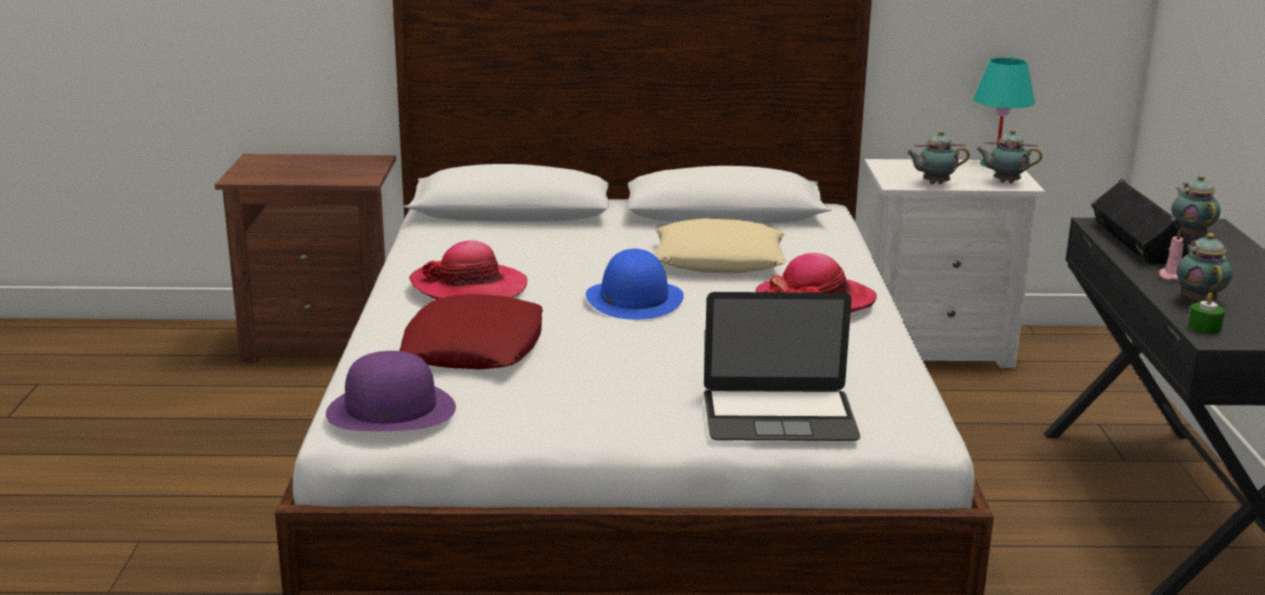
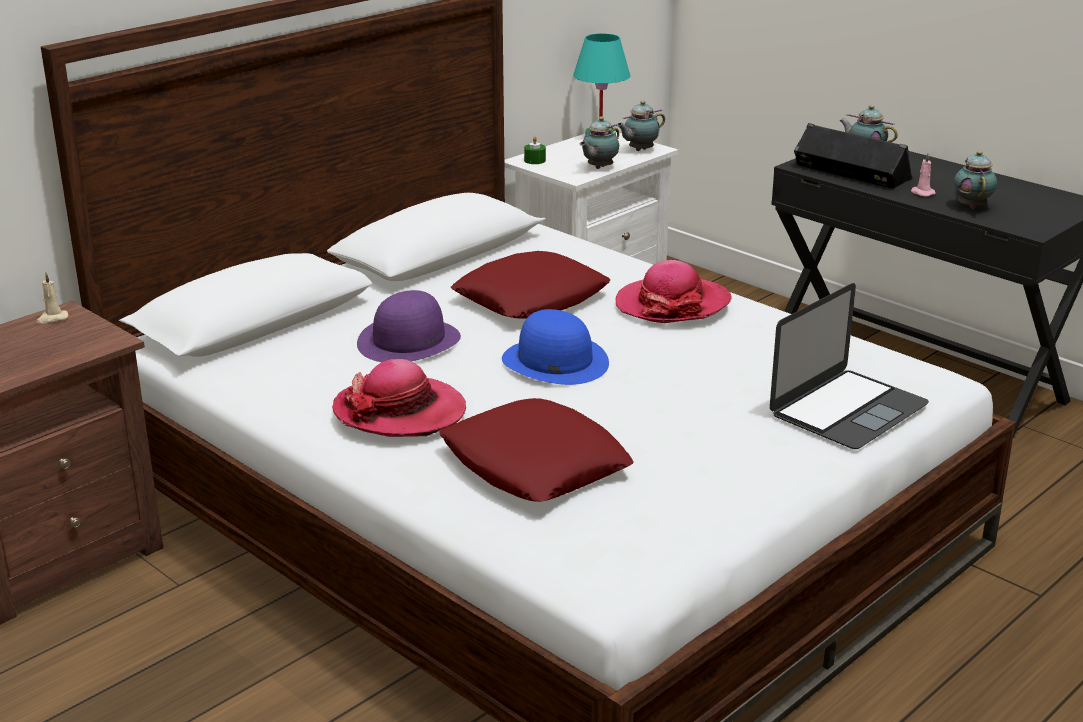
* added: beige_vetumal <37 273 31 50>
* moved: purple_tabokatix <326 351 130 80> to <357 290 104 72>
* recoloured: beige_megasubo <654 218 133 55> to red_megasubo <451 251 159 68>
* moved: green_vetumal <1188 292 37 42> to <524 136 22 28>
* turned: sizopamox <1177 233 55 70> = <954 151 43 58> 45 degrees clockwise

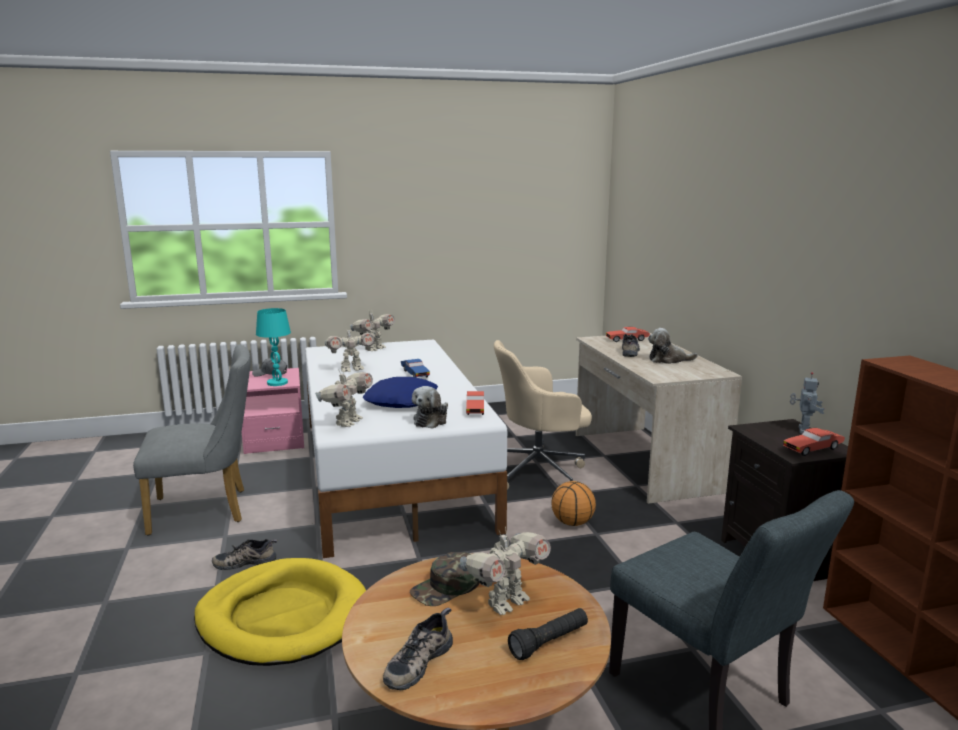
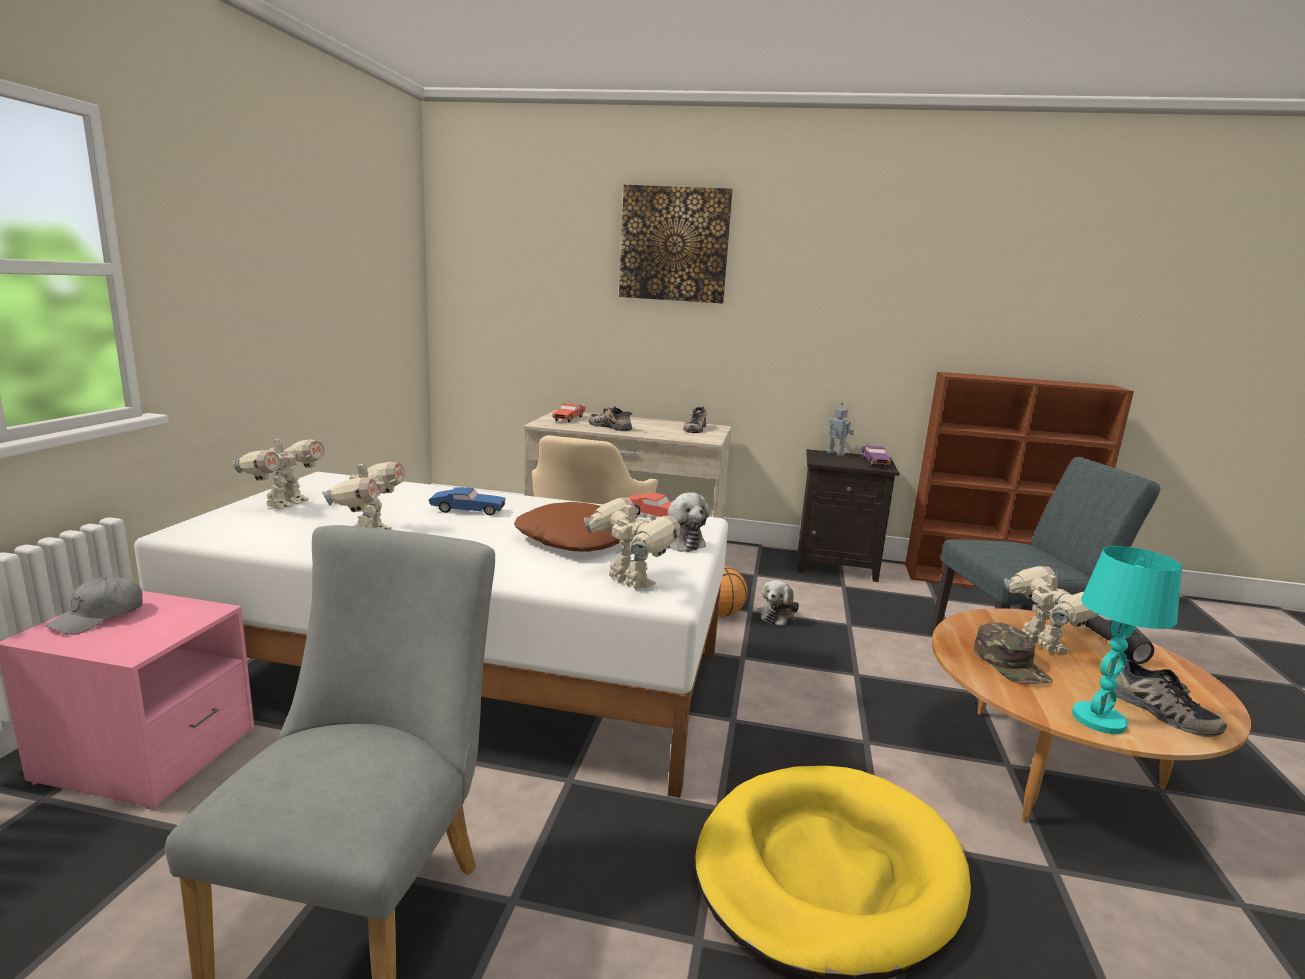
* turned: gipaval <350 312 45 39> = <233 431 92 78> 45 degrees clockwise
* recoloured: blue_megasubo <363 377 75 31> to brown_megasubo <514 502 106 50>
* added: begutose <619 185 114 118>
* moved: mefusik <212 539 65 31> to <683 406 24 27>
* moved: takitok <648 328 50 36> to <758 580 41 46>
* recoloured: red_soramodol <783 428 62 28> to purple_soramodol <861 445 30 22>
* moved: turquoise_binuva <256 308 35 78> to <1072 546 110 188>

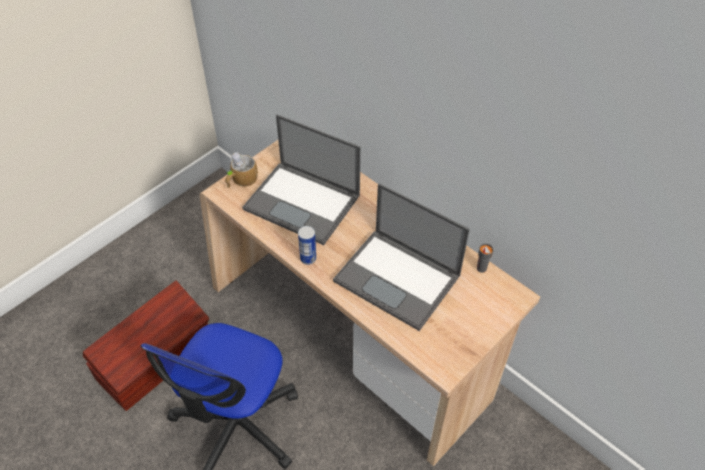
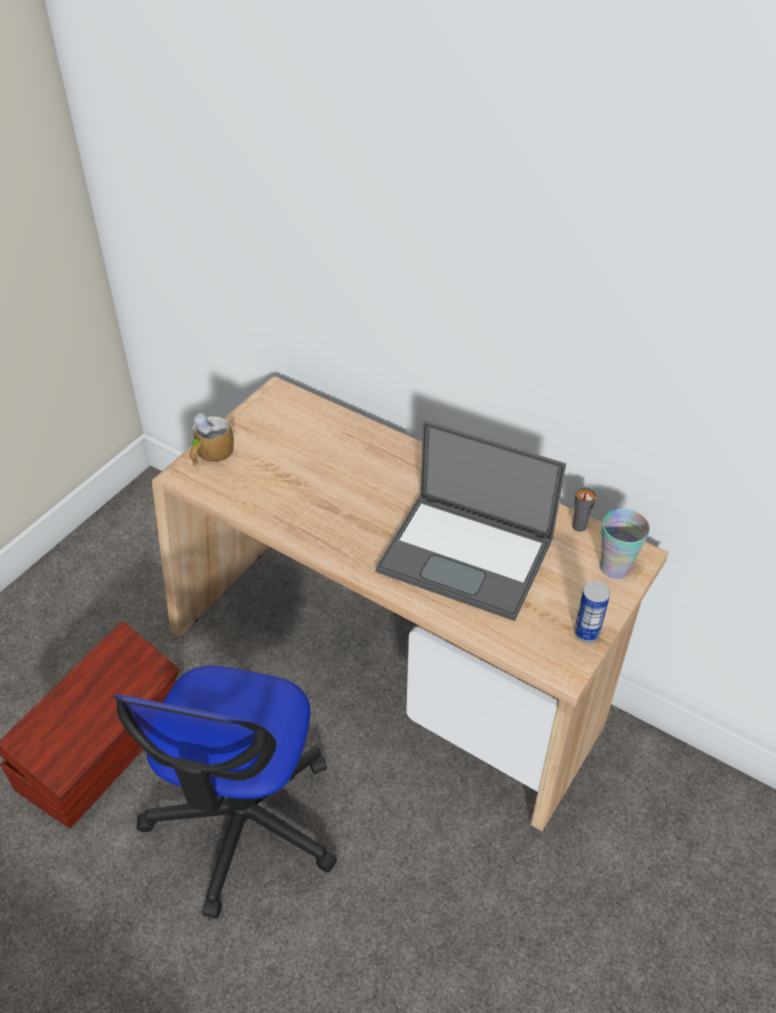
* moved: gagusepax <298 226 18 39> to <574 581 36 62>
* added: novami <600 509 50 70>
* removed: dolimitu <242 114 119 131>

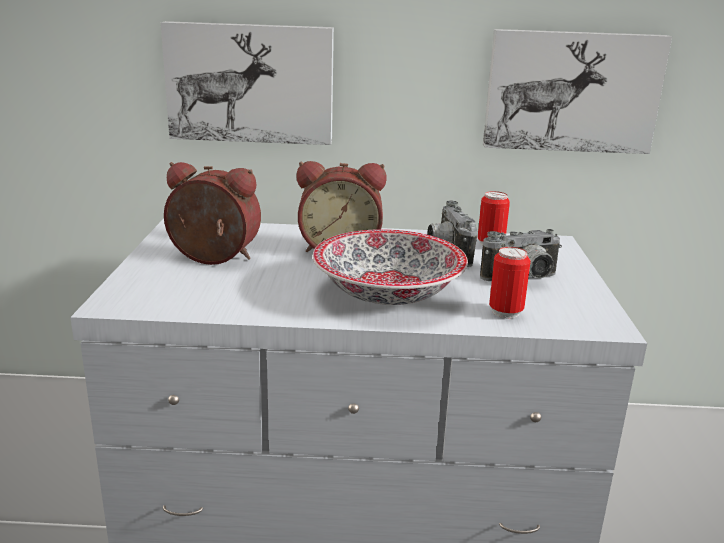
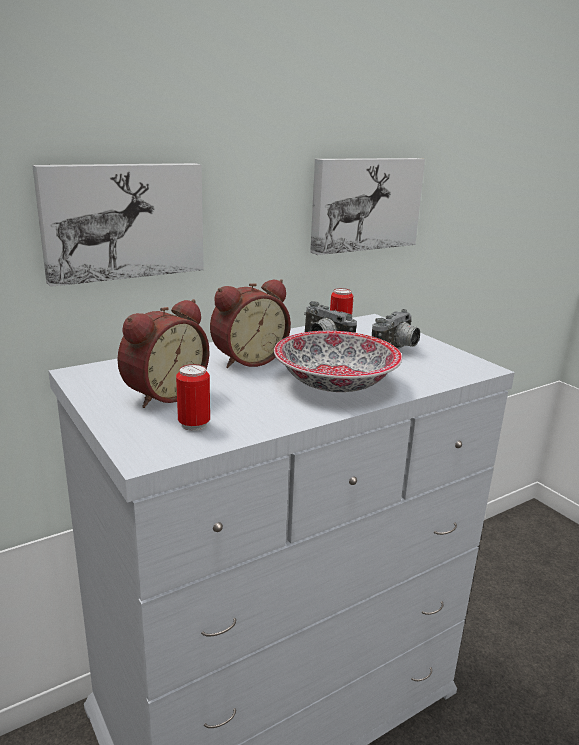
* turned: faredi <164 162 97 103> = <118 299 91 109> 150 degrees clockwise
* moved: gagusepax <489 247 42 72> to <176 364 34 67>

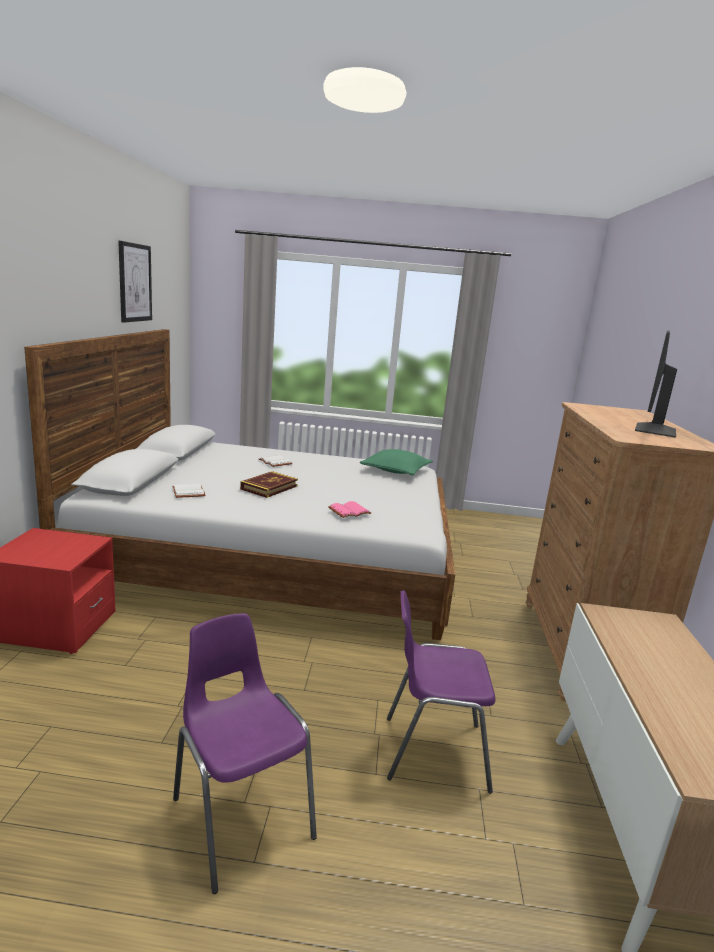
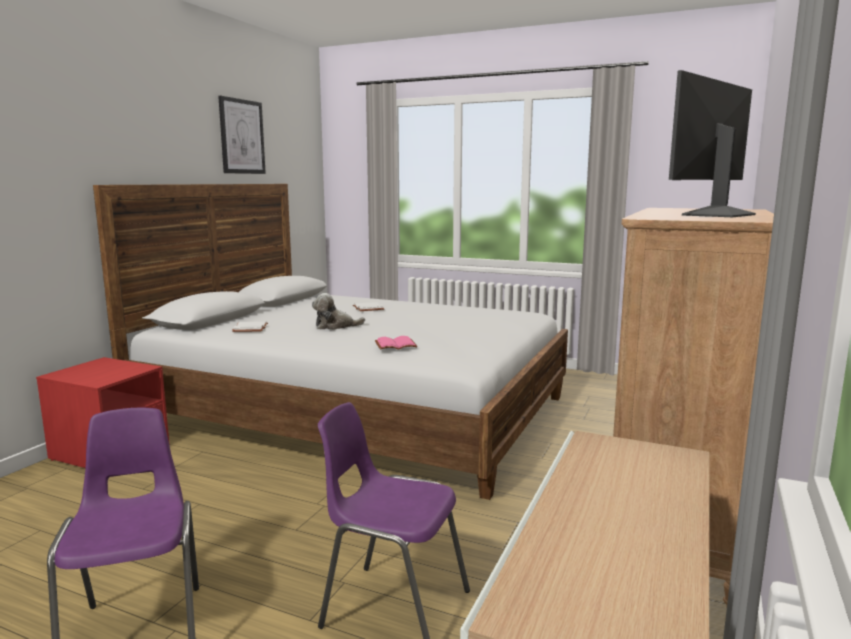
* replaced: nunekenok <240 471 58 27> to takitok <312 293 53 37>
* removed: green_megasubo <360 449 73 26>

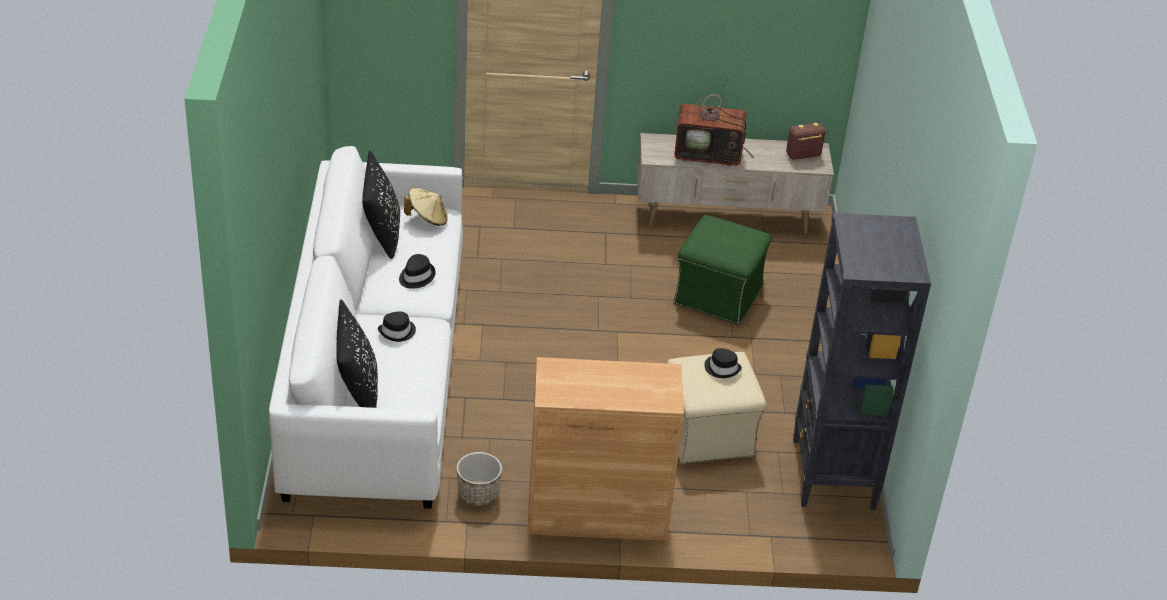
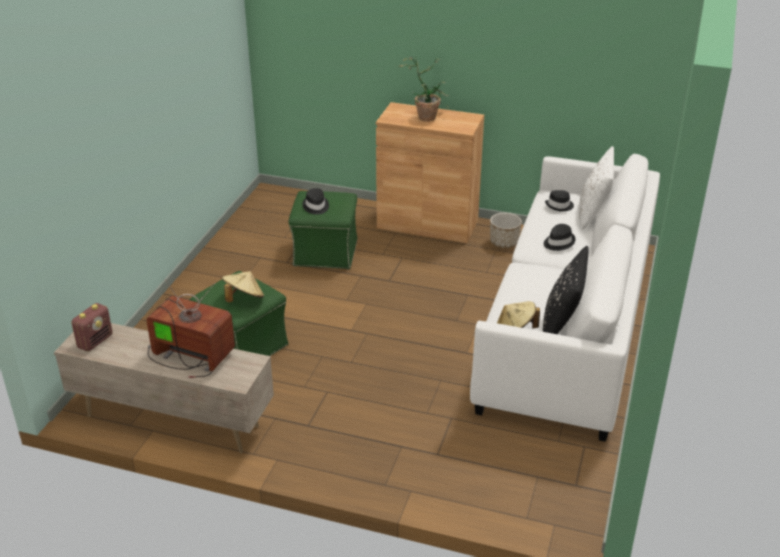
* turned: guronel <786 123 39 37> = <72 303 40 49> 60 degrees counterclockwise
* added: beige_tabokatix <222 271 42 31>
* recoloured: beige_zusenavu <667 352 100 112> to green_zusenavu <288 191 70 78>
* added: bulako <399 56 50 66>
* moved: black_tabokatix <399 254 36 35> to <545 190 29 22>
* recoloured: black_megasubo <336 300 42 108> to white_megasubo <579 146 35 84>
* removed: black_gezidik <793 213 138 297>

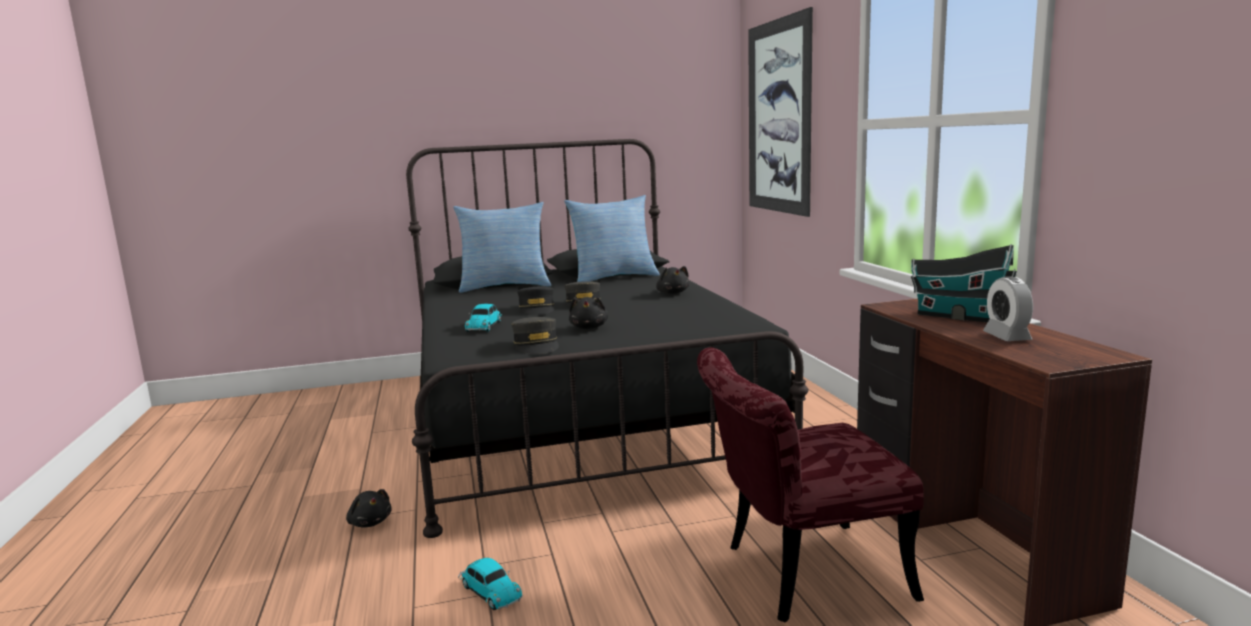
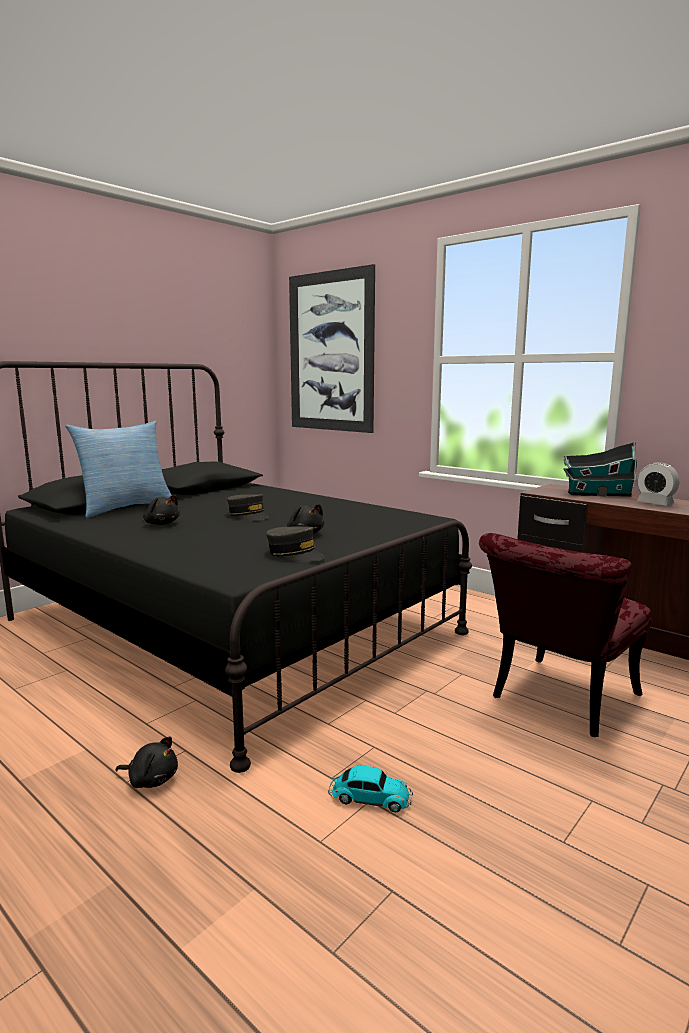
* moved: black_takitok <656 266 33 28> to <143 495 37 30>
* removed: soramodol <465 304 37 28>
* removed: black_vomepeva <517 287 37 28>
* removed: megasubo <564 195 96 87>

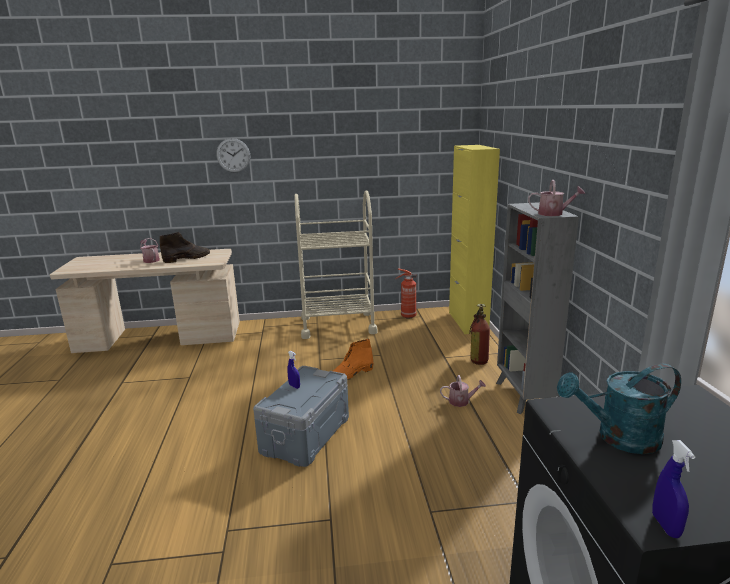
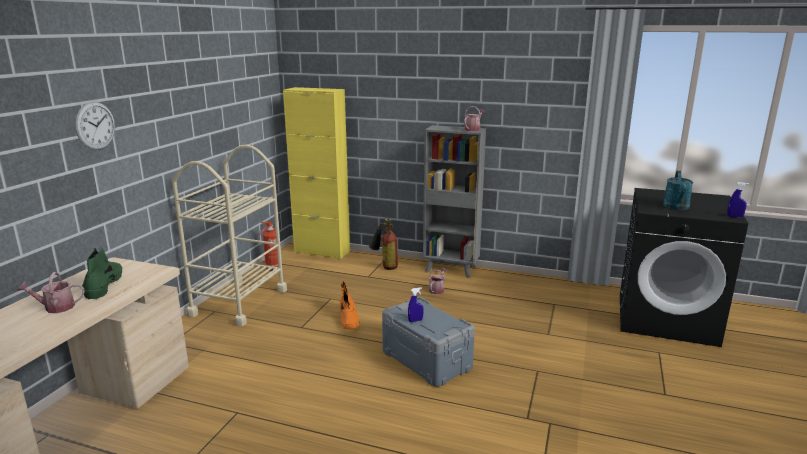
* recoloured: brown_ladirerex <160 232 50 31> to green_ladirerex <82 248 40 52>

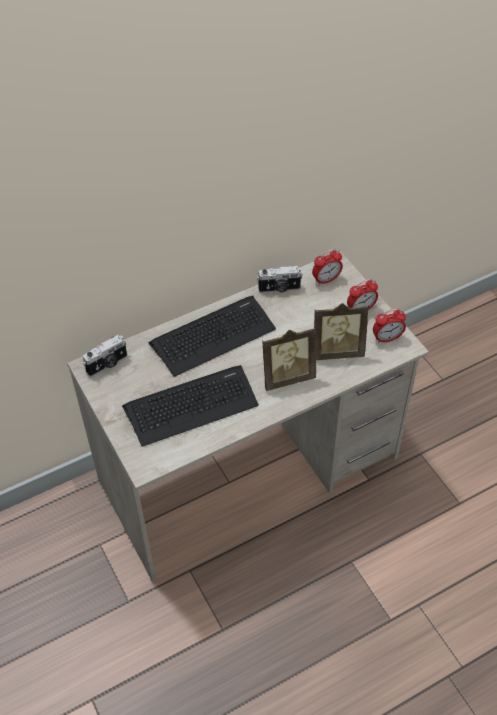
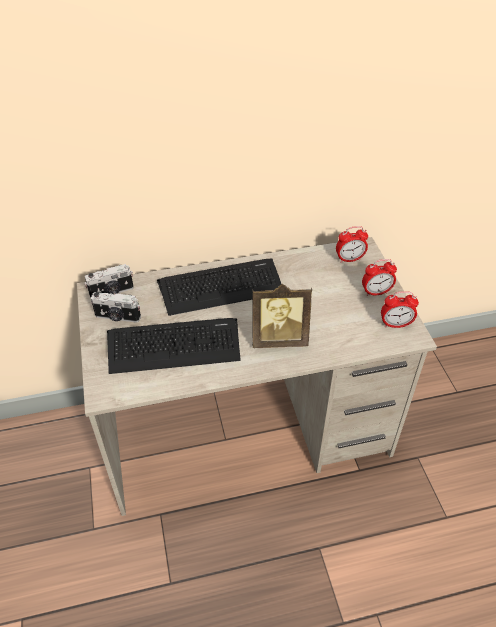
* moved: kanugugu <257 266 46 27> to <91 292 50 31>
* removed: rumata <314 303 55 57>

